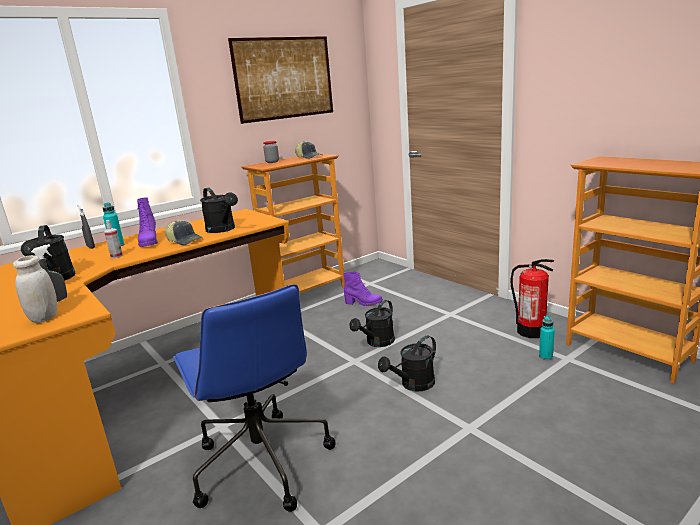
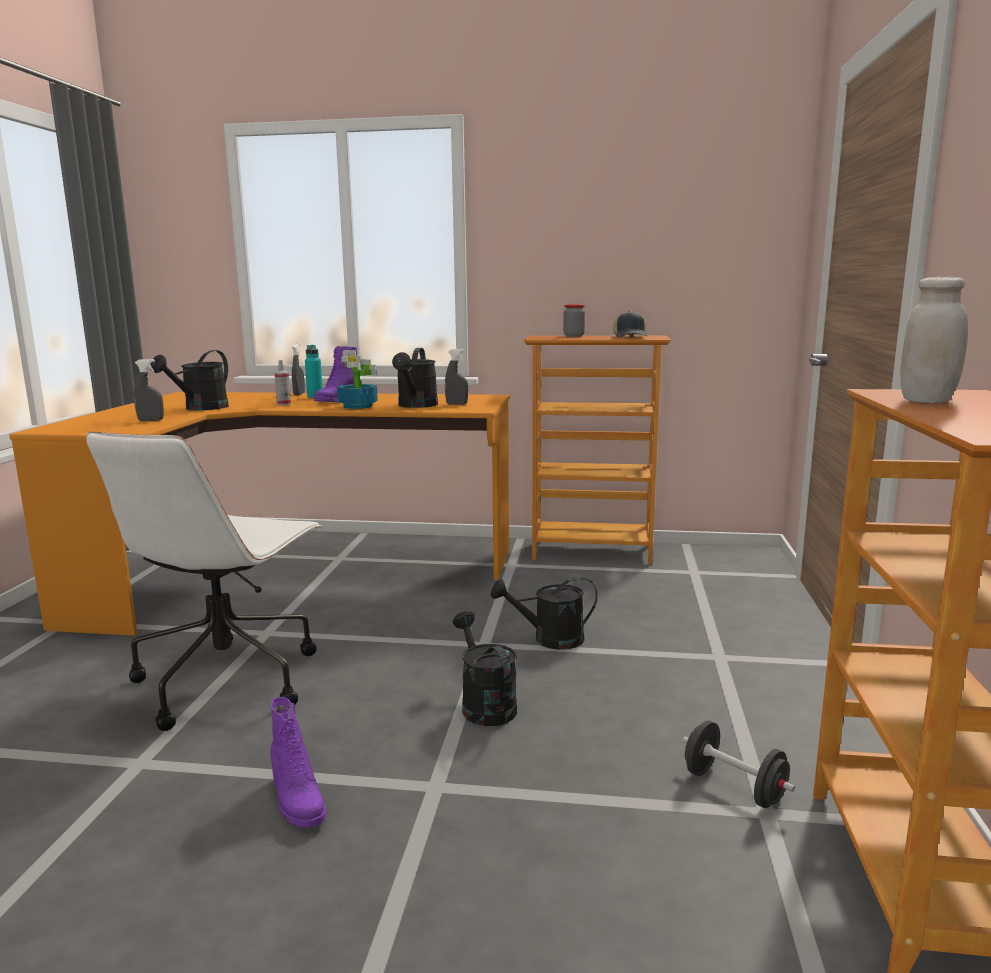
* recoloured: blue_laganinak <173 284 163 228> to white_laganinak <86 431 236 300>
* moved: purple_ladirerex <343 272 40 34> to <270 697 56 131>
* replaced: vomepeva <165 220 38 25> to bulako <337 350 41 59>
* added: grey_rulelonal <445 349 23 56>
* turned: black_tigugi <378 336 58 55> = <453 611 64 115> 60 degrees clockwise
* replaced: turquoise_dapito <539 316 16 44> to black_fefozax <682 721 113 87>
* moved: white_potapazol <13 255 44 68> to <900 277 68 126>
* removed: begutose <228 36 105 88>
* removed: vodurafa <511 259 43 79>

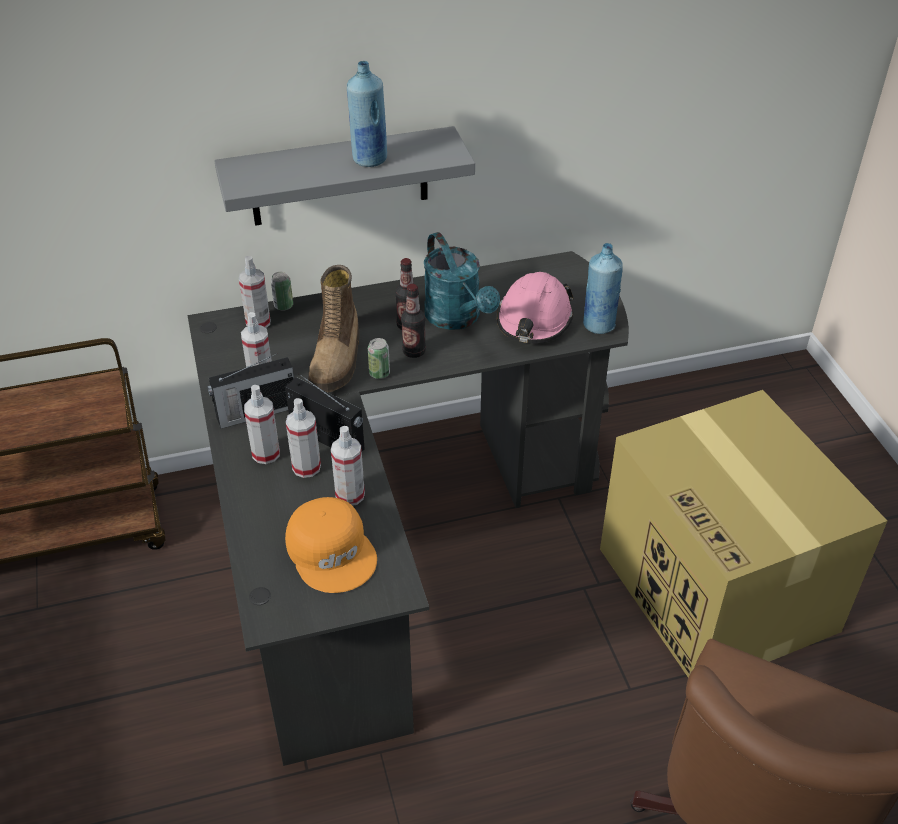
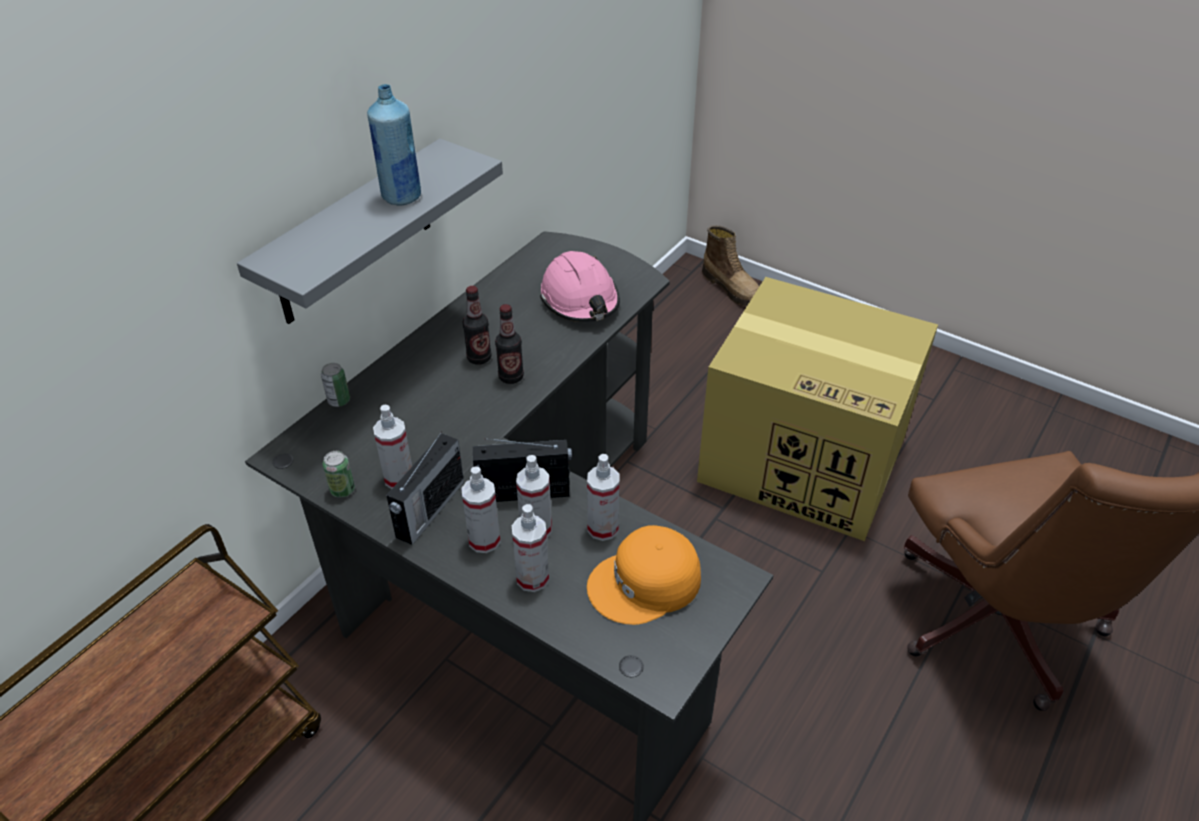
* moved: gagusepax <368 338 22 41> to <323 451 32 47>
* moved: rulelonal <239 256 32 72> to <512 504 37 88>
* turned: orange_vomepeva <285 497 92 96> = <587 525 114 100> 135 degrees clockwise
* moved: ladirerex <308 265 51 127> to <702 225 57 81>
* removed: turquoise_tigugi <424 232 76 98>
* removed: blue_dapito <583 243 40 91>

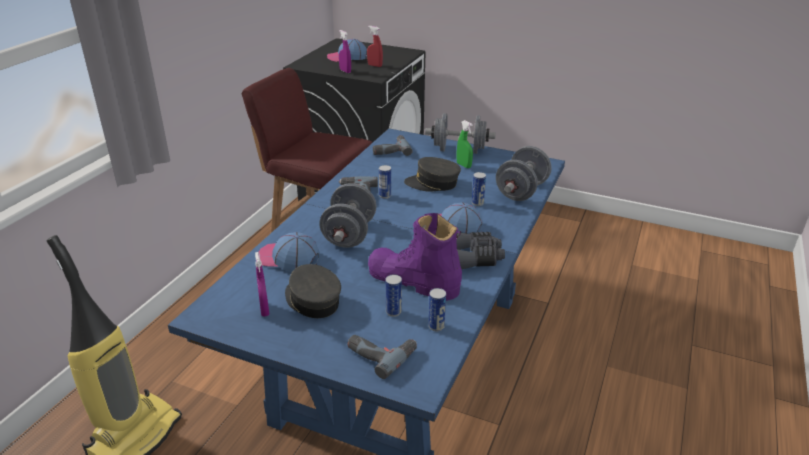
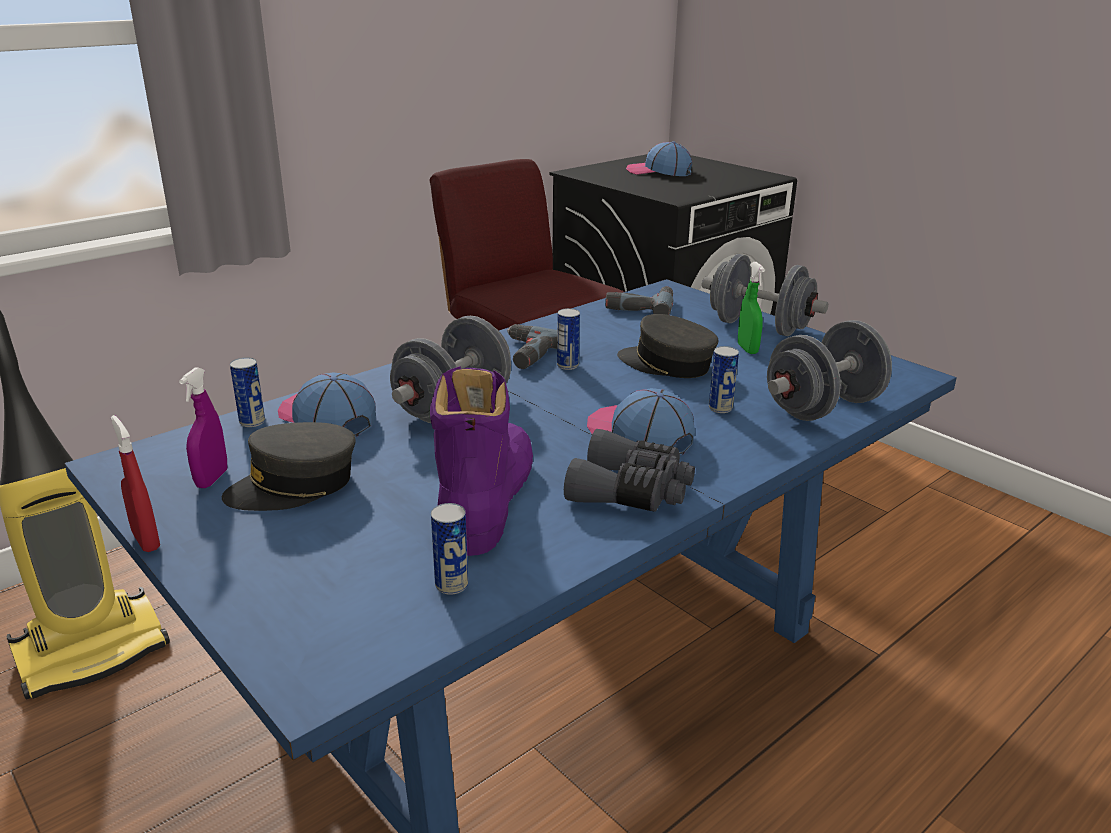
* moved: red_rulelonal <367 26 16 41> to <111 415 49 137>
* turned: grey_vomepeva <285 264 56 54> = <222 422 133 89> 105 degrees counterclockwise
* moved: gagusepax <386 274 16 43> to <230 357 35 70>
* turned: purple_ladirerex <368 213 94 88> = <430 366 103 190> 45 degrees clockwise
* removed: purple_rulelonal <339 30 12 43>
* removed: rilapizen <347 335 70 44>

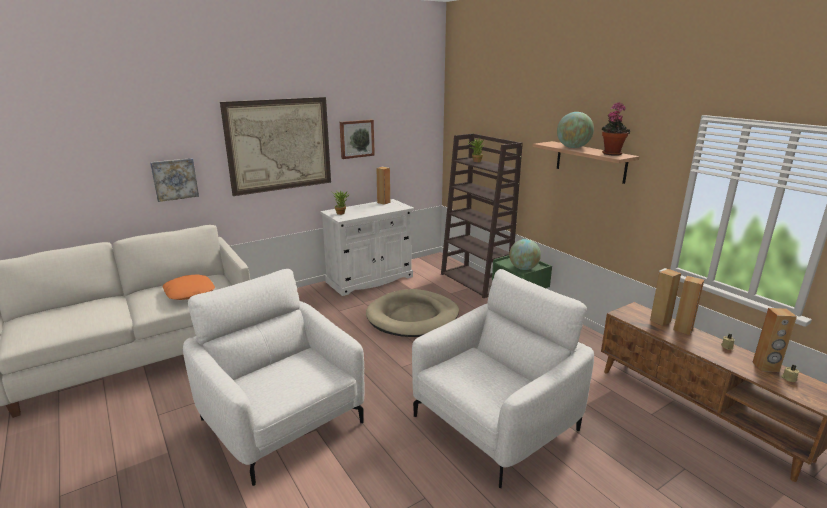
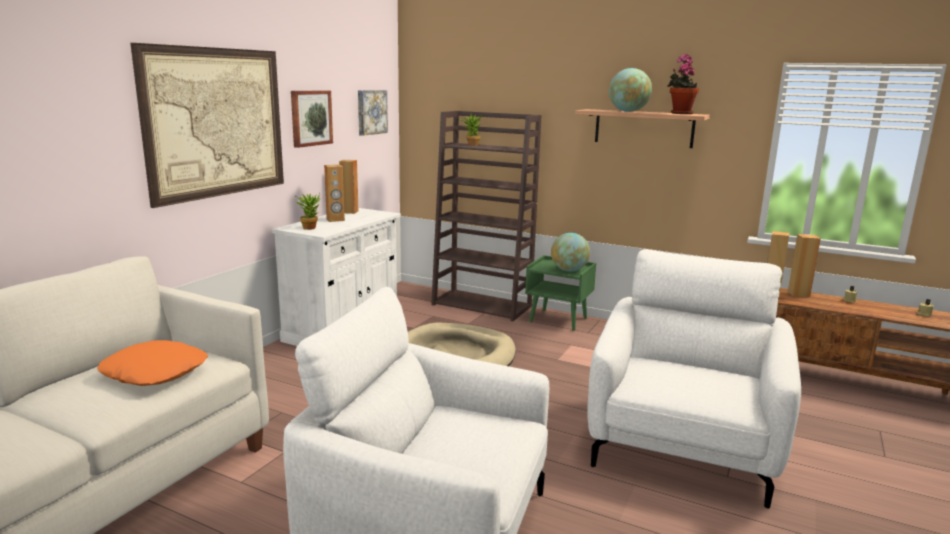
* moved: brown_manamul <753 308 44 64> to <324 164 21 58>
* moved: begutose <150 158 49 44> to <358 90 30 46>

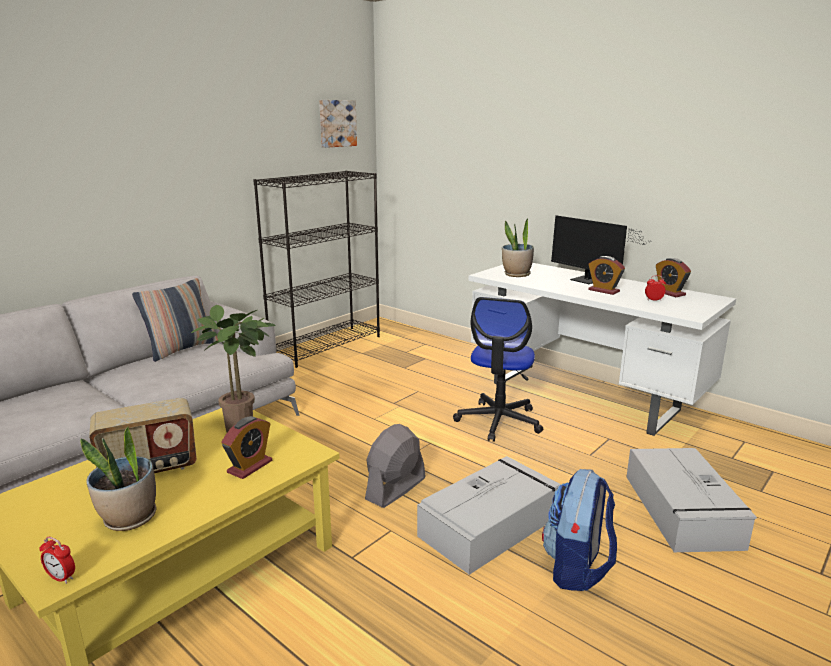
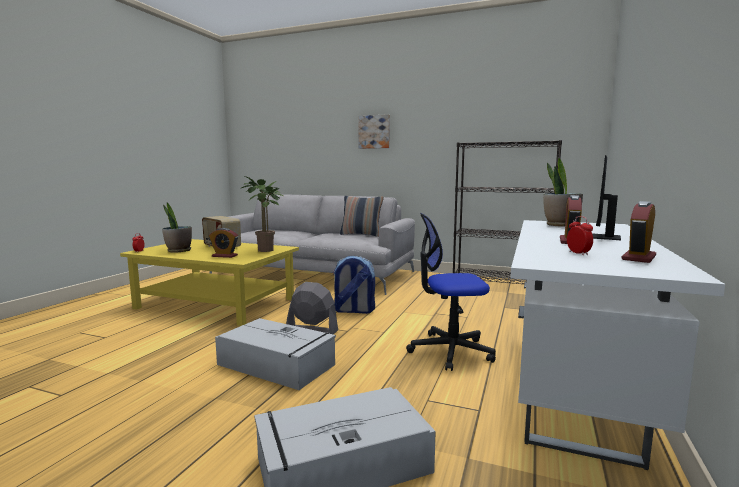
* moved: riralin <542 469 75 122> to <332 256 43 58>
* moved: begutose <319 100 38 48> to <358 114 32 35>

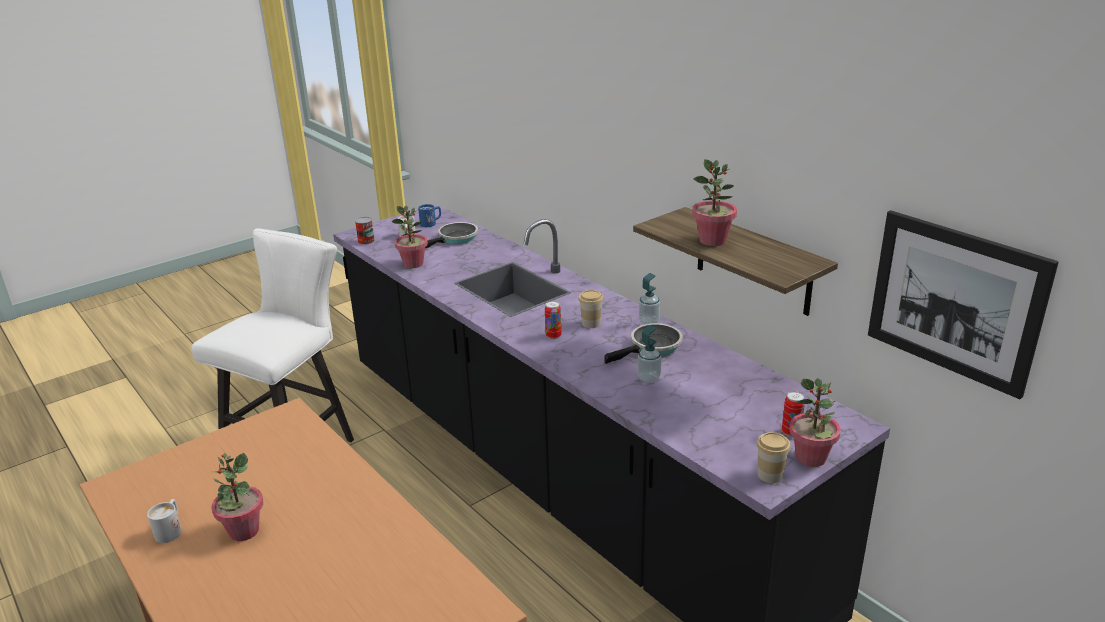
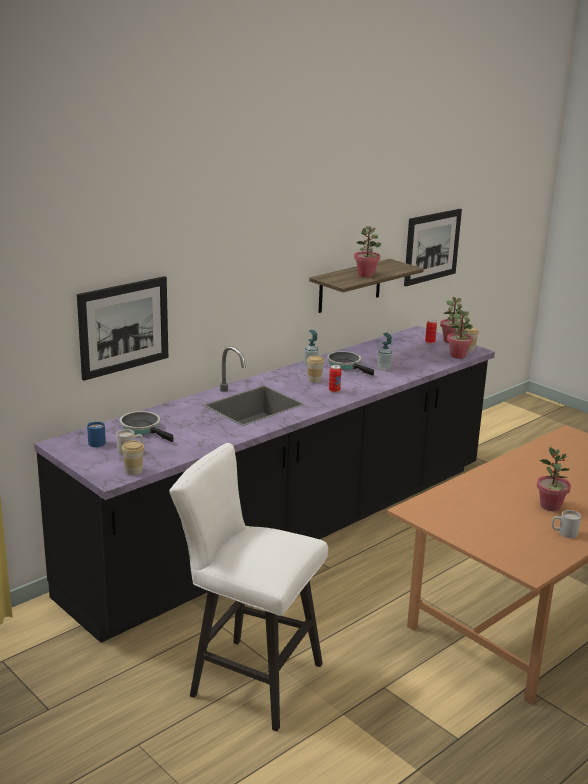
* added: begutose <77 276 91 105>
* replaced: gagusepax <355 217 20 28> to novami <122 441 22 34>
* moved: bulako <392 206 36 62> to <447 310 26 49>

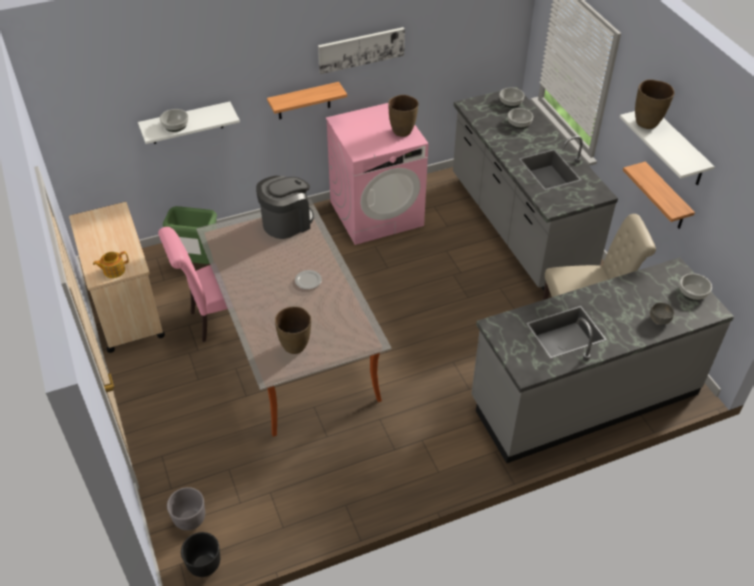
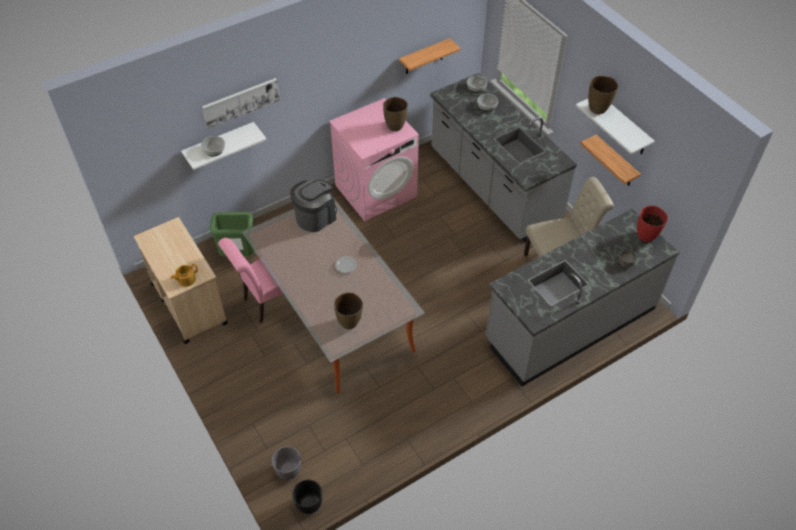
* moved: begutose <318 27 87 47> to <202 78 78 51>
* moved: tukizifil <267 82 80 37> to <399 38 62 36>
* replaced: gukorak <680 273 32 28> to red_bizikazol <637 206 31 36>

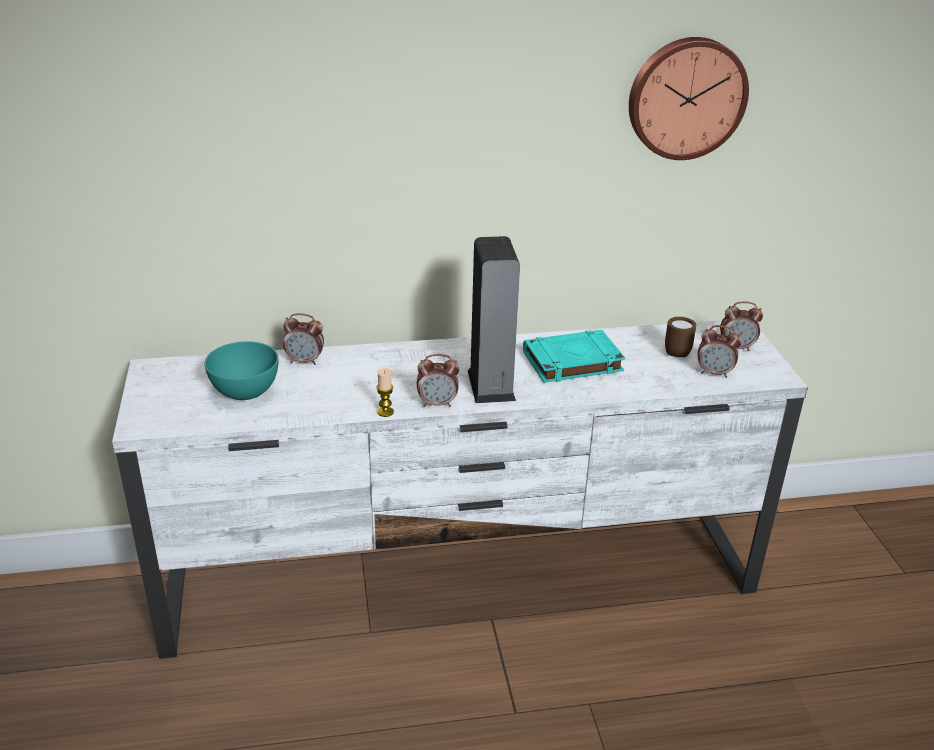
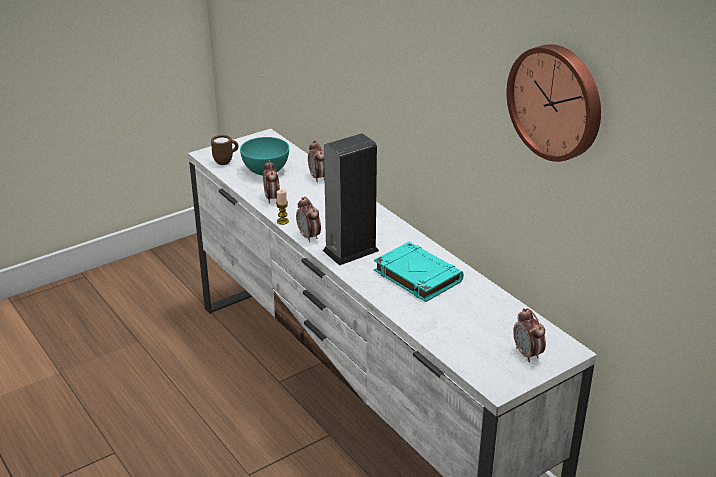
* moved: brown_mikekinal <665 317 31 40> to <211 135 27 30>
* moved: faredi <698 325 44 53> to <263 160 17 43>

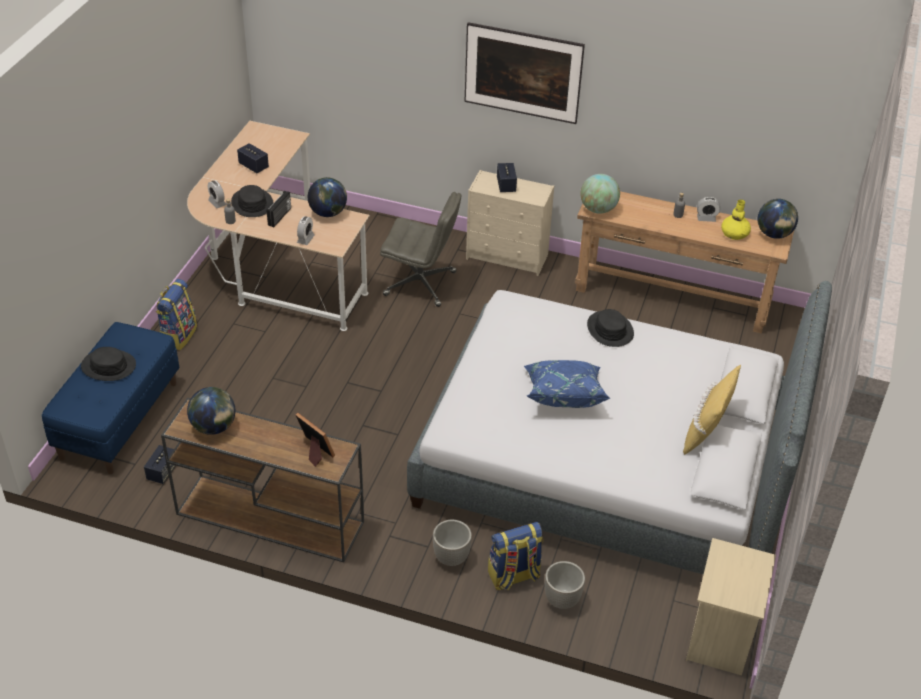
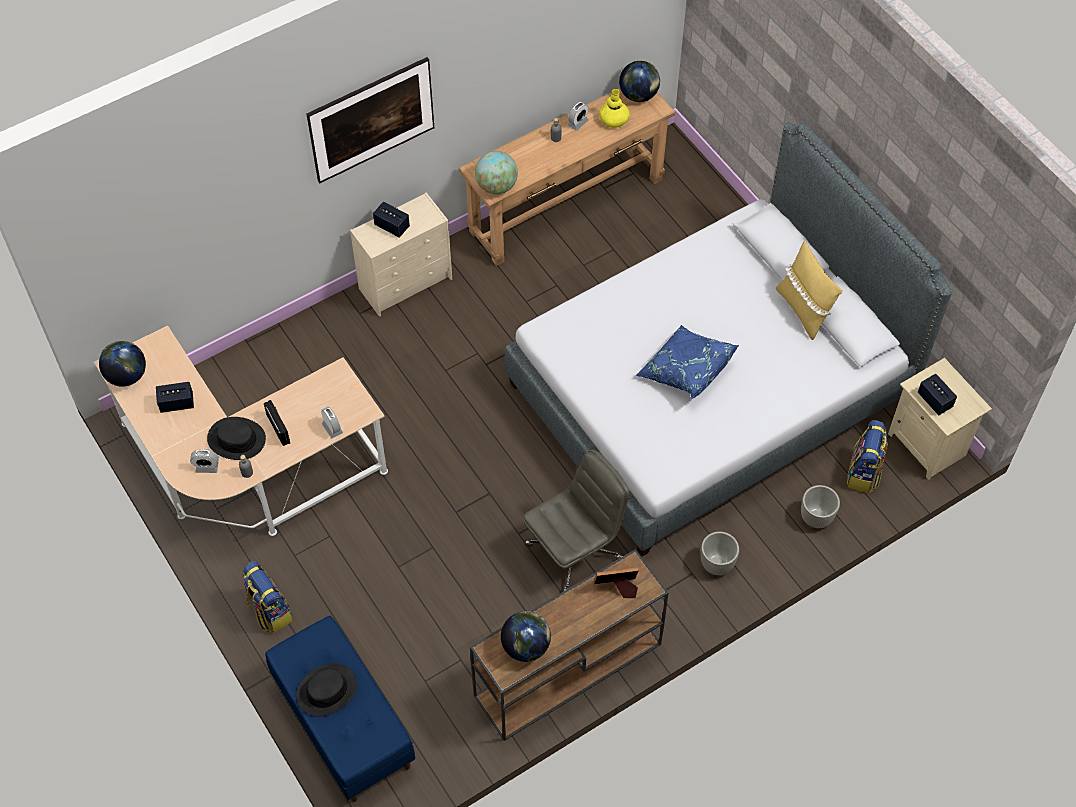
* moved: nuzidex <308 177 39 40> to <99 341 47 46>
* moved: grey_laganinak <380 192 81 115> to <523 450 106 141>
* moved: riralin <488 522 55 68> to <847 420 41 73>
* moved: manamul <144 445 31 39> to <918 374 39 41>
* removed: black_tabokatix <587 309 47 38>

